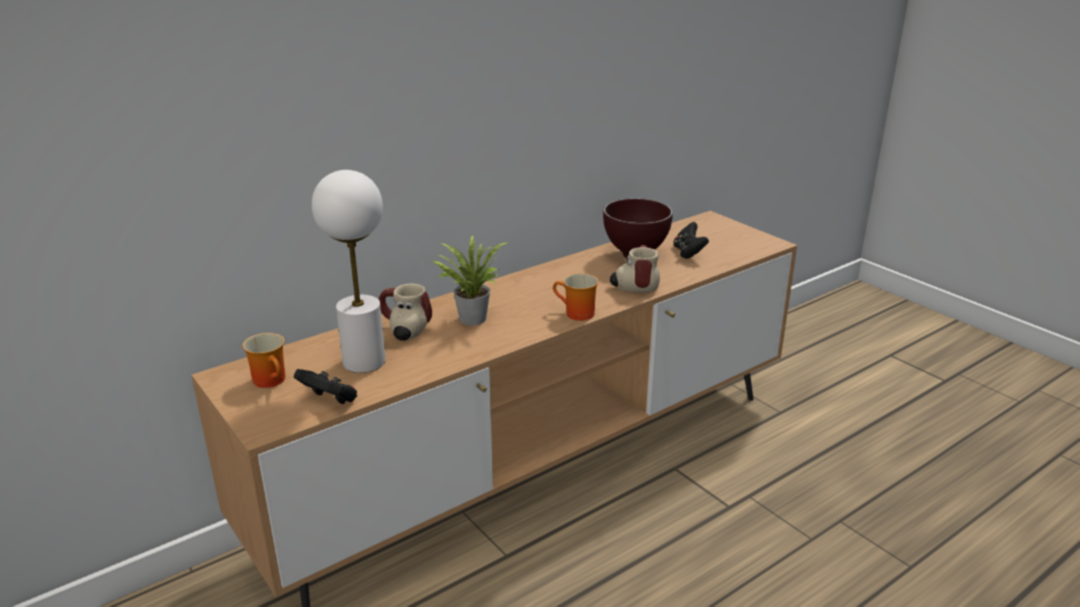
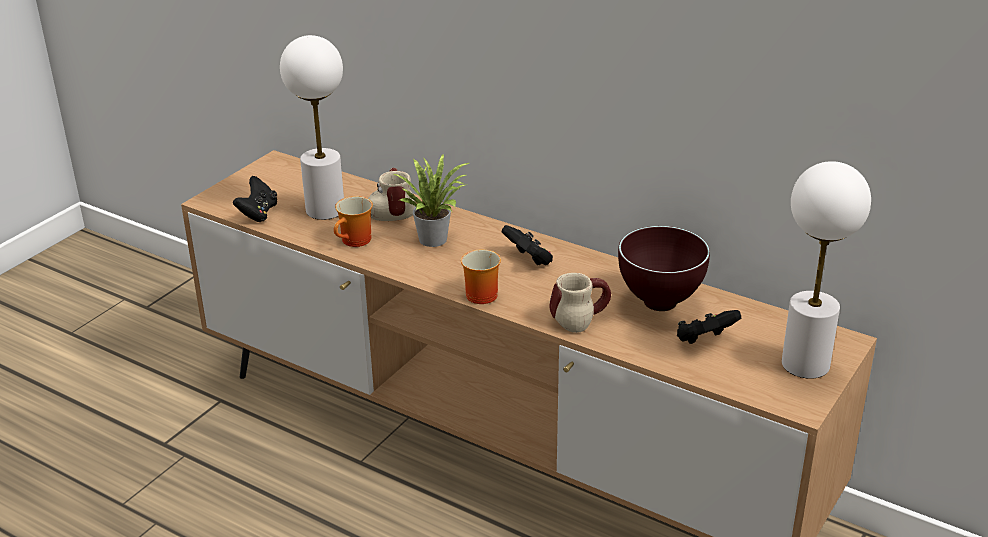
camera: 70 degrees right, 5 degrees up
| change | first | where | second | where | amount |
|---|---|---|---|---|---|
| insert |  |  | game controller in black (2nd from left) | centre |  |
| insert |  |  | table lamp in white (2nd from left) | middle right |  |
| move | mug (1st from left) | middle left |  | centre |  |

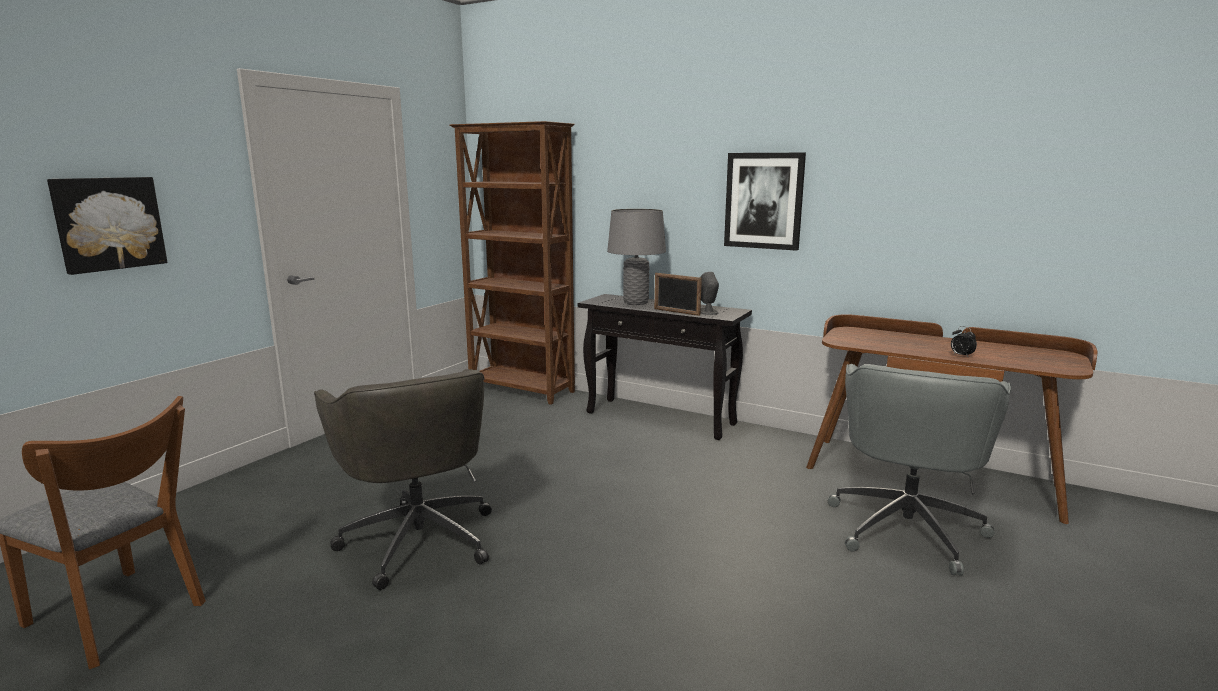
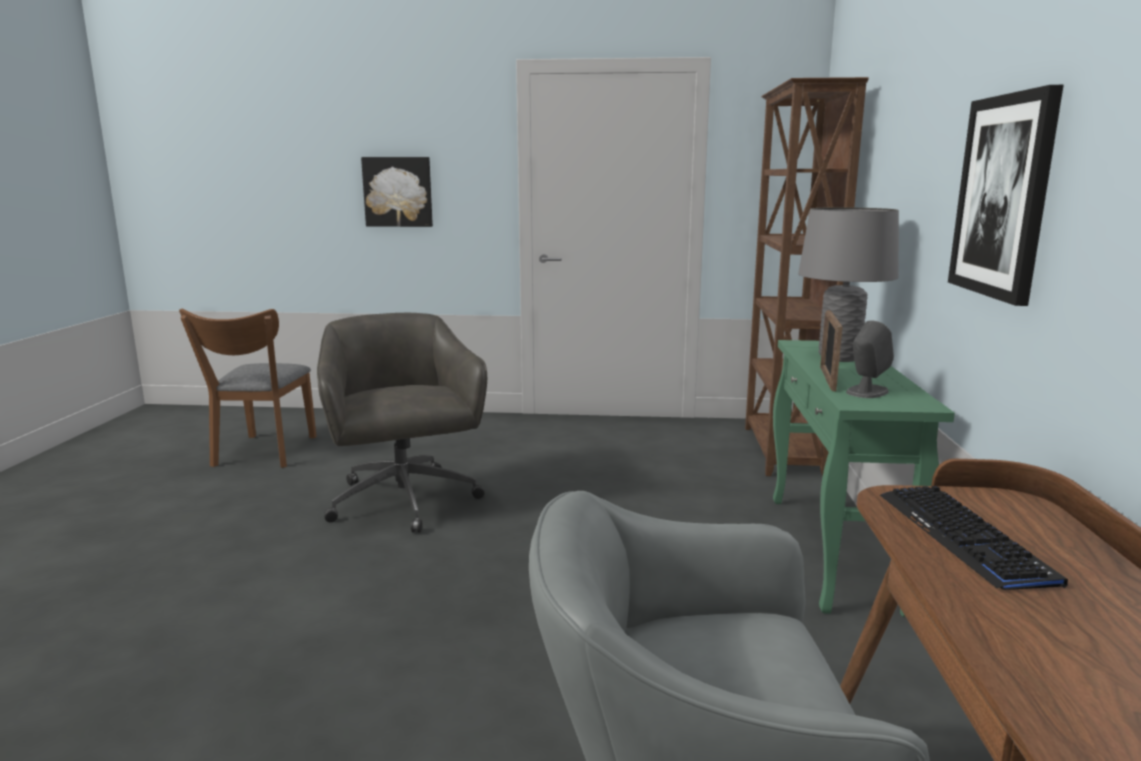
camera: 65 degrees right, 0 degrees up
| change | first | where | second | where | amount |
|---|---|---|---|---|---|
| delete | alarm clock | middle right |  |  |  |
| insert |  |  | keyboard | bottom right |  |
| recolor | console table in black | centre | console table in green | middle right |  |
| rotate | office chair in grey (1st from left) | bottom left |  | centre | 120 degrees clockwise |

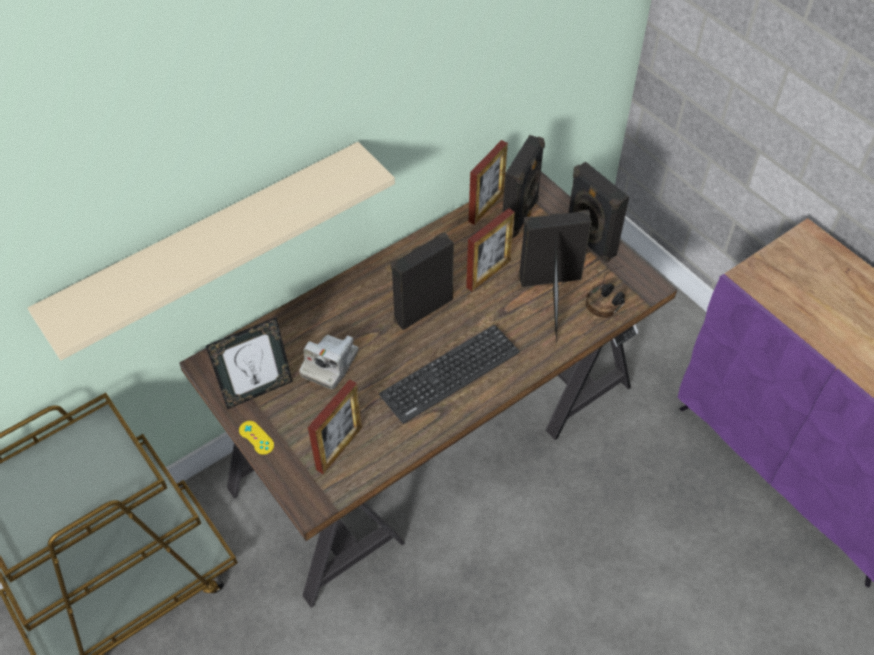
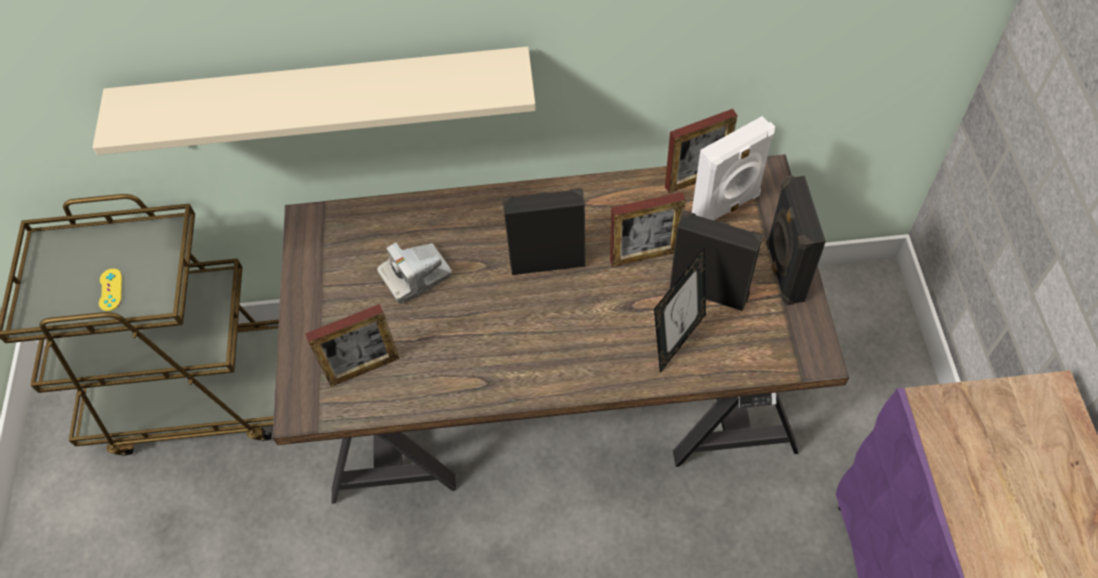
camera: 35 degrees right, 5 degrees up
| change | first | where | second | where | amount |
|---|---|---|---|---|---|
| delete | picture frame (1st from left) | middle left |  |  |  |
| delete | keyboard | centre |  |  |  |
| delete | headphones | middle right |  |  |  |
| move | game controller in yellow | bottom left |  | middle left |  |
| recolor | speaker in black (2nd from left) | top centre | speaker in white | top right |  |

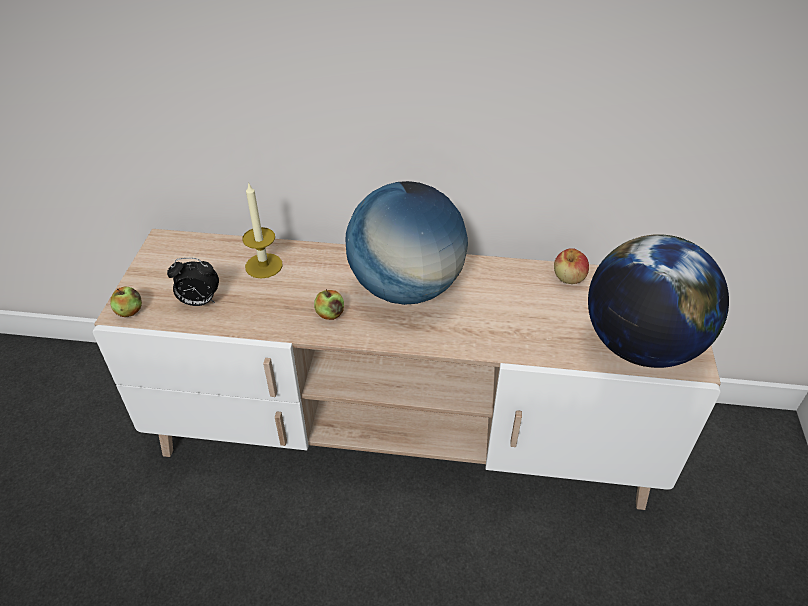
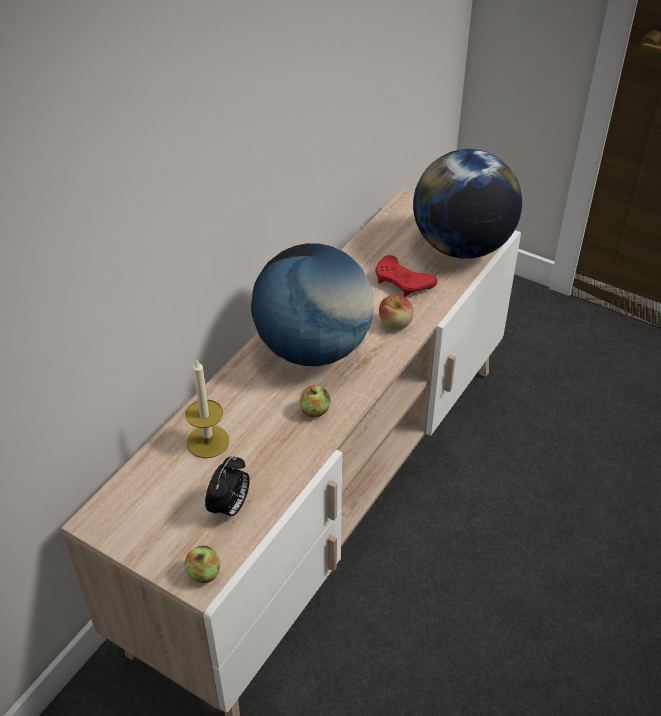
camera: 65 degrees left, 0 degrees up
| change | first | where | second | where | amount |
|---|---|---|---|---|---|
| insert |  |  | game controller in red | centre |  |
| move | apple (3rd from left) | middle right |  | centre |  |

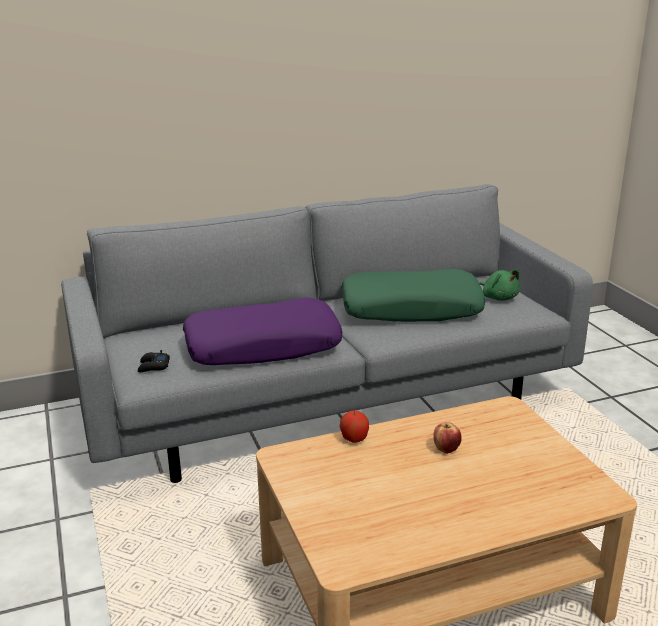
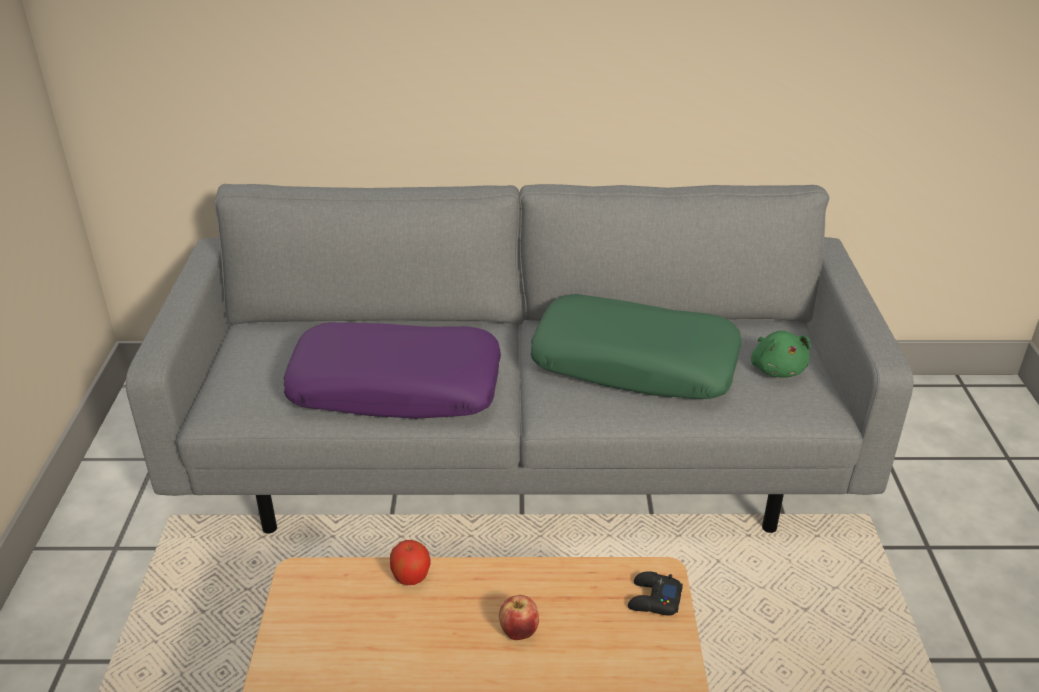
camera: 20 degrees right, 10 degrees up
| change | first | where | second | where | amount |
|---|---|---|---|---|---|
| move | game controller in black | middle left |  | bottom centre |  |

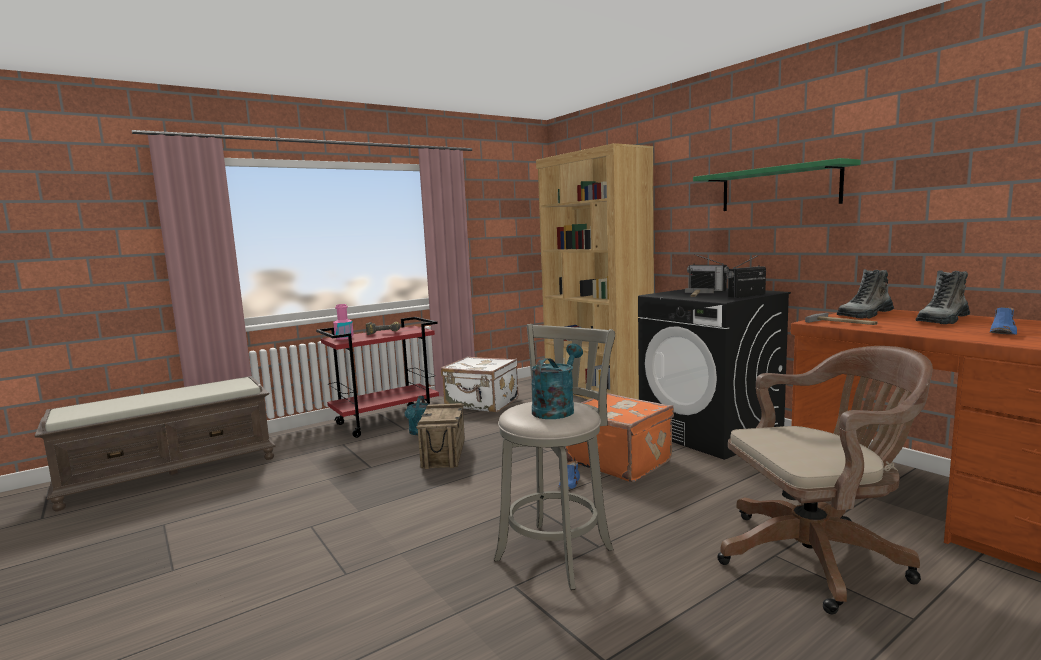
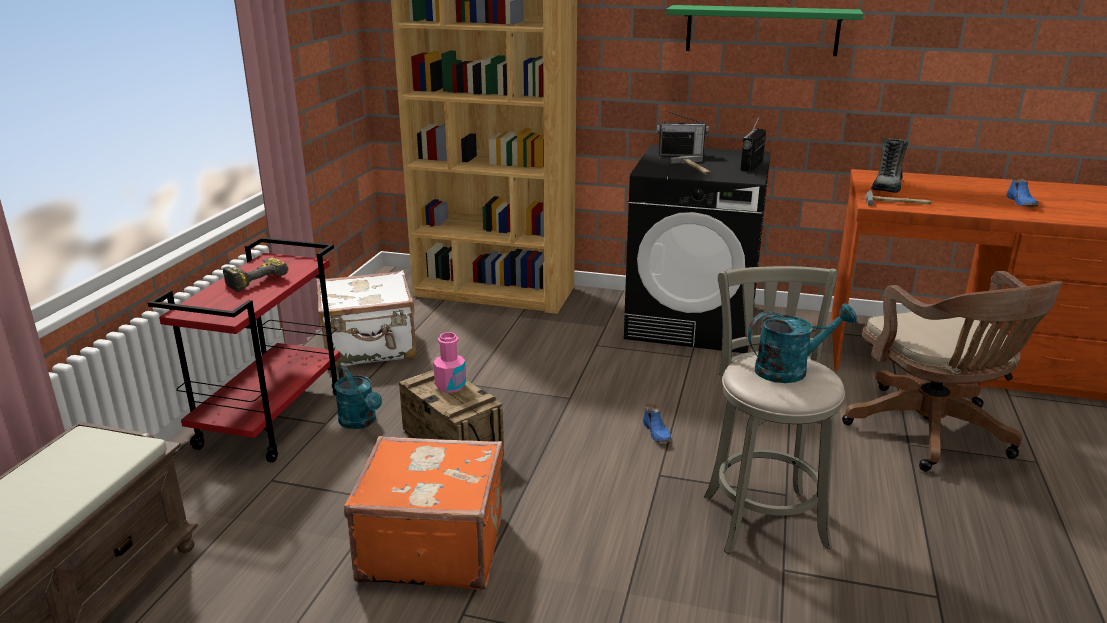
camera: 40 degrees left, 15 degrees up
| change | first | where | second | where | amount |
|---|---|---|---|---|---|
| delete | boot (2nd from left) | middle right |  |  |  |
| move | bottle in pink | middle left |  | centre |  |
| move | suitcase in orange | centre |  | bottom centre |  |
| rotate | watering can in turquoise (2nd from left) | centre |  | middle right | 90 degrees clockwise |
| rotate | office chair in brown | bottom right |  | middle right | 120 degrees clockwise |

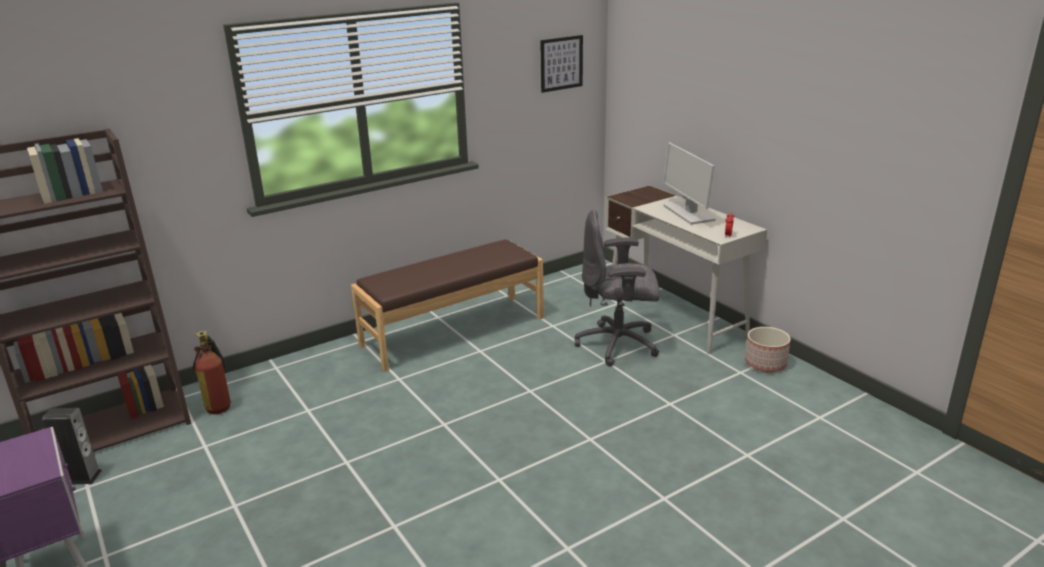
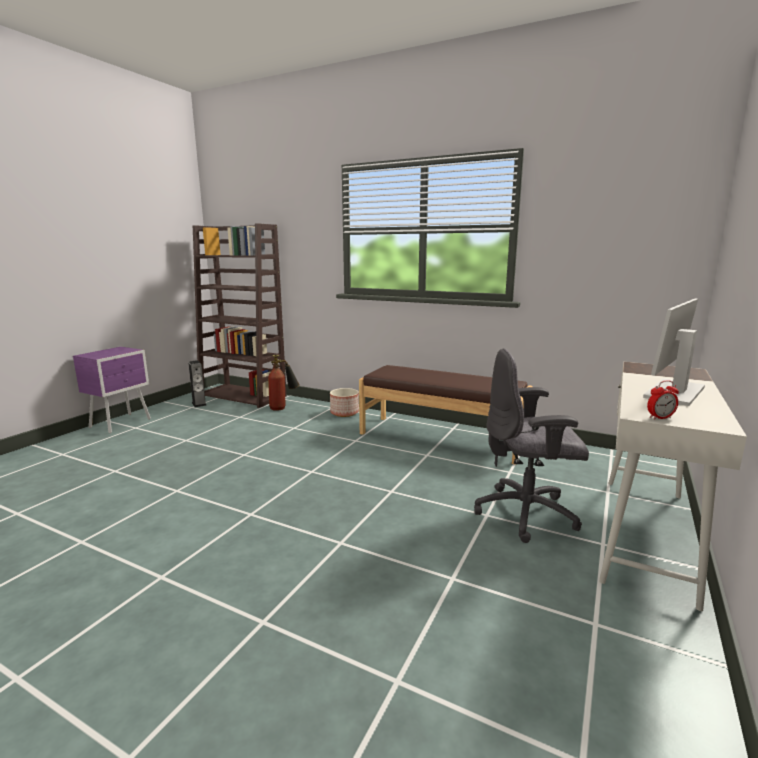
camera: 60 degrees right, 10 degrees down
| change | first | where | second | where | amount |
|---|---|---|---|---|---|
| delete | picture | top centre |  |  |  |
| move | planter | middle right |  | centre |  |
| rotate | office chair in grey | centre |  | middle right | 60 degrees counterclockwise |

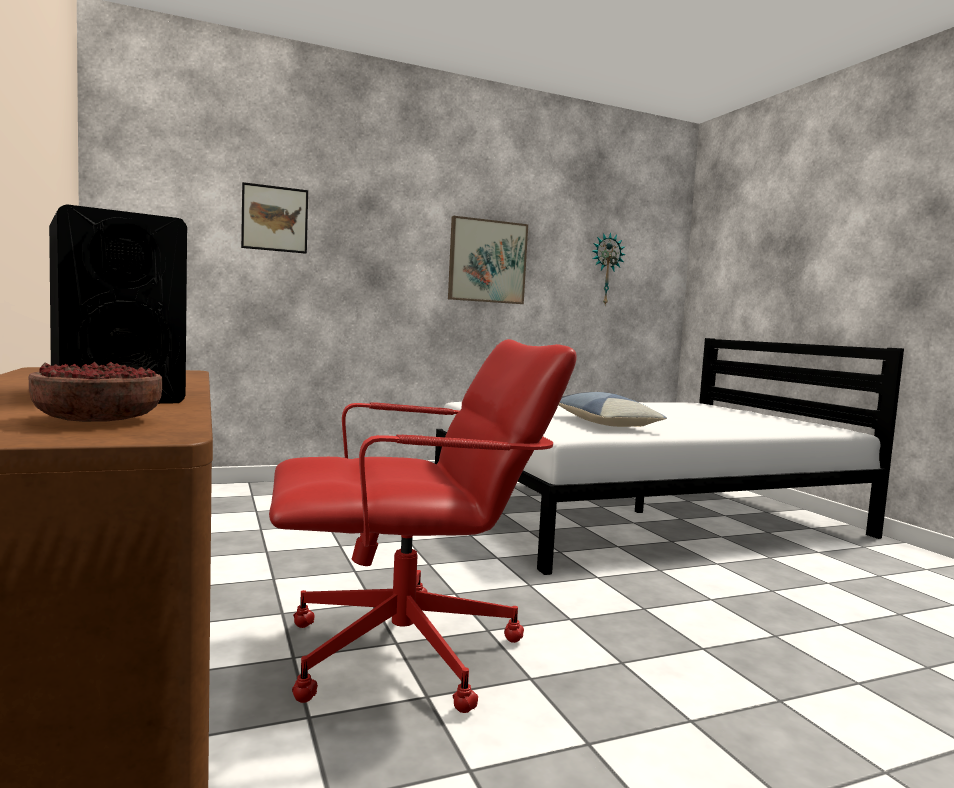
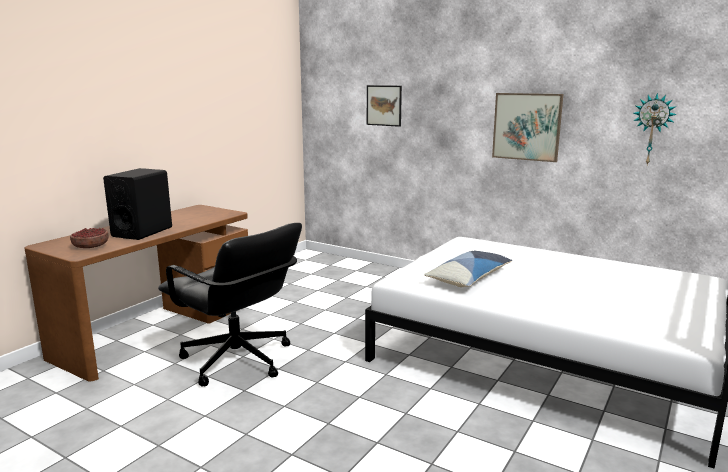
camera: 55 degrees right, 10 degrees up
| change | first | where | second | where | amount |
|---|---|---|---|---|---|
| recolor | office chair in red | bottom centre | office chair in black | middle left |  |

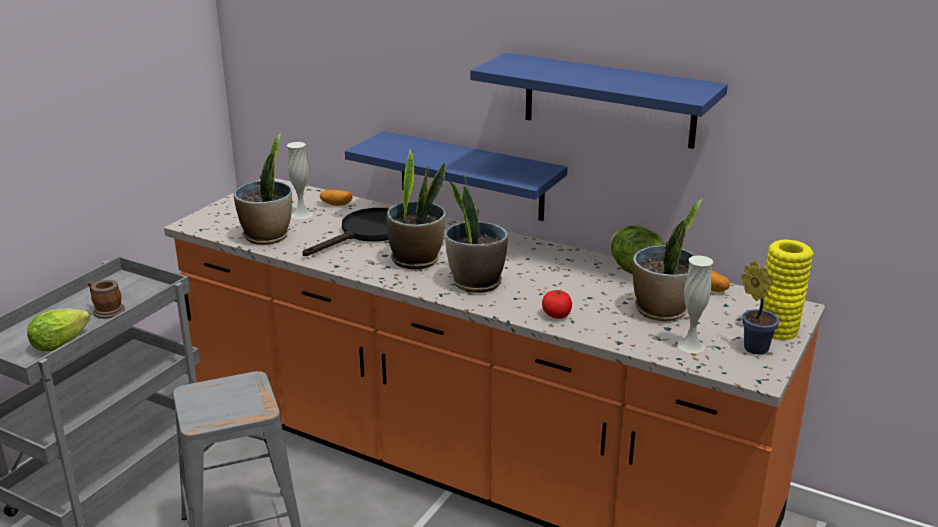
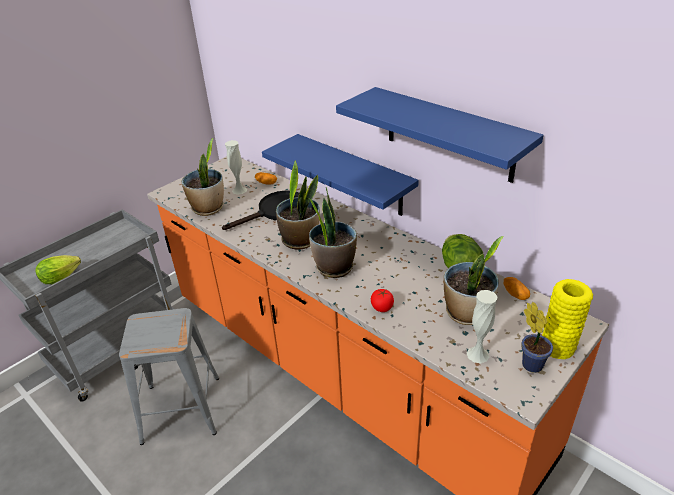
camera: 15 degrees right, 10 degrees up
| change | first | where | second | where | amount |
|---|---|---|---|---|---|
| delete | mug | middle left |  |  |  |

